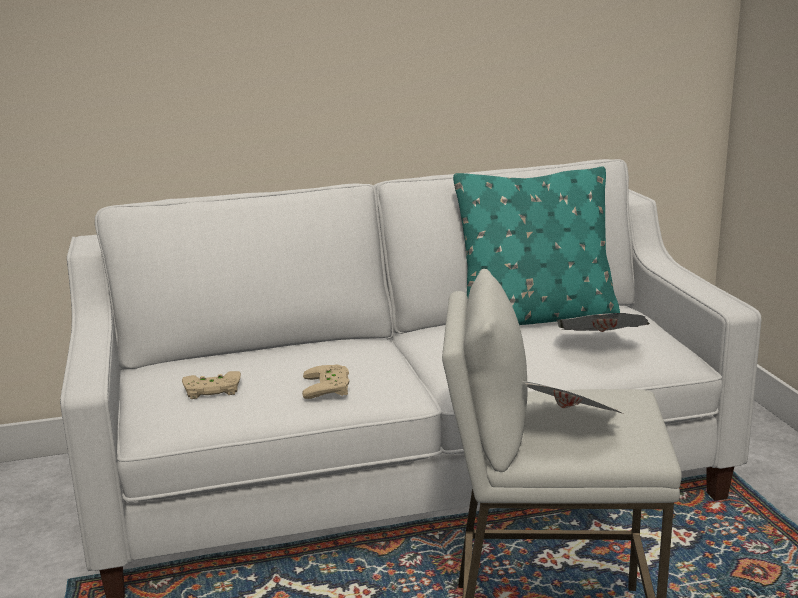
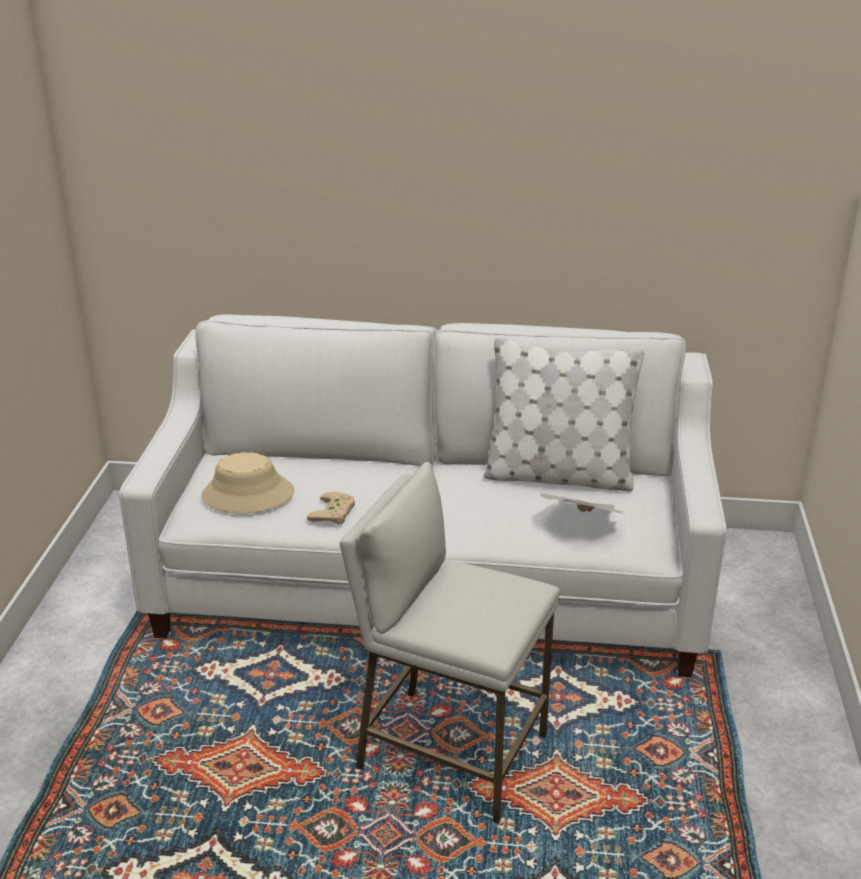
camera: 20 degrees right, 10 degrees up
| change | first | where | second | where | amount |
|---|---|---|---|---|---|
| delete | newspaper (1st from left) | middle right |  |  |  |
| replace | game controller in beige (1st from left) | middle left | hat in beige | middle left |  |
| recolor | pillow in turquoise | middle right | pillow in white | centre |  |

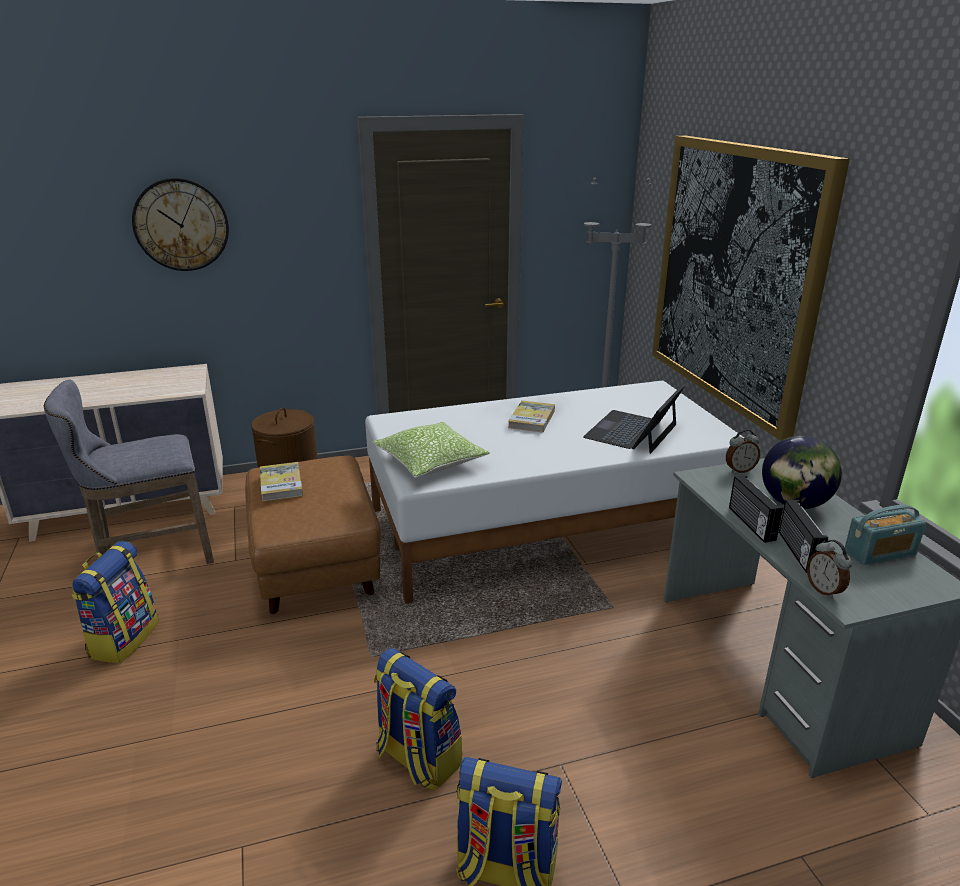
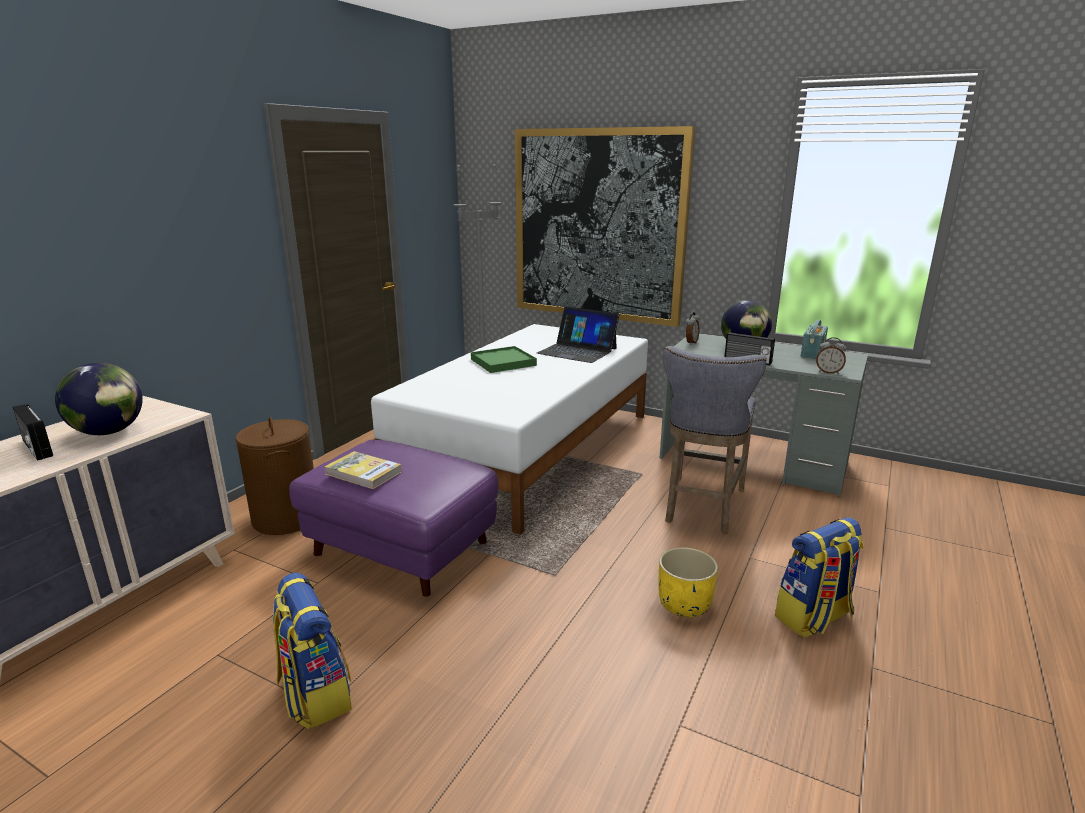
camera: 45 degrees left, 5 degrees down
| change | first | where | second | where | amount |
|---|---|---|---|---|---|
| delete | wall clock | top left |  |  |  |
| delete | pillow | centre |  |  |  |
| insert |  |  | globe (1st from left) | middle left |  |
| move | stool in grey | middle left |  | centre |  |
| move | radio (2nd from left in the first image) | middle right | radio (1st from left) | middle left |  |
| replace | backpack (2nd from left) | bottom centre | planter in yellow | bottom centre |  |
| replace | book (2nd from left) | centre | tray in green | centre |  |
| recolor | ottoman in brown | middle left | ottoman in purple | centre |  |
| rotate | laptop | centre |  | centre | 45 degrees counterclockwise |

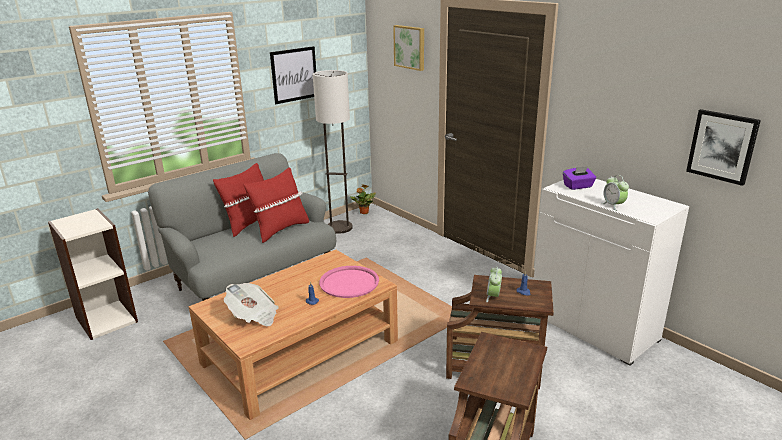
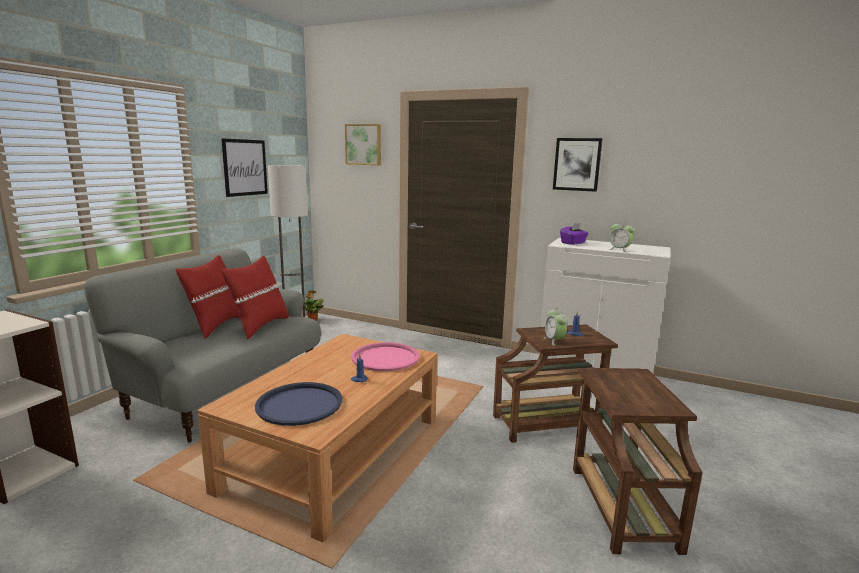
camera: 25 degrees left, 10 degrees down
| change | first | where | second | where | amount |
|---|---|---|---|---|---|
| move | picture (3rd from left) | middle right |  | top right |  |
| replace | newspaper | bottom left | tray in blue | bottom centre |  |

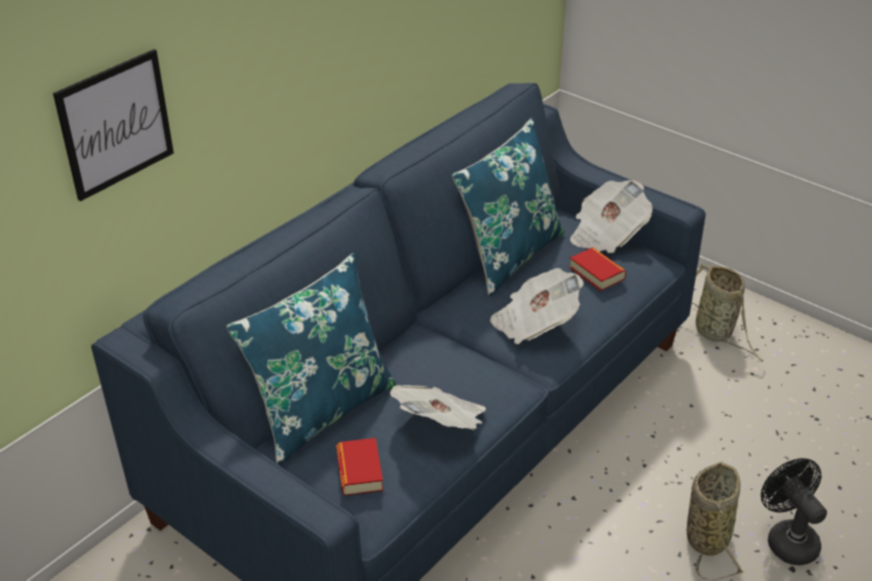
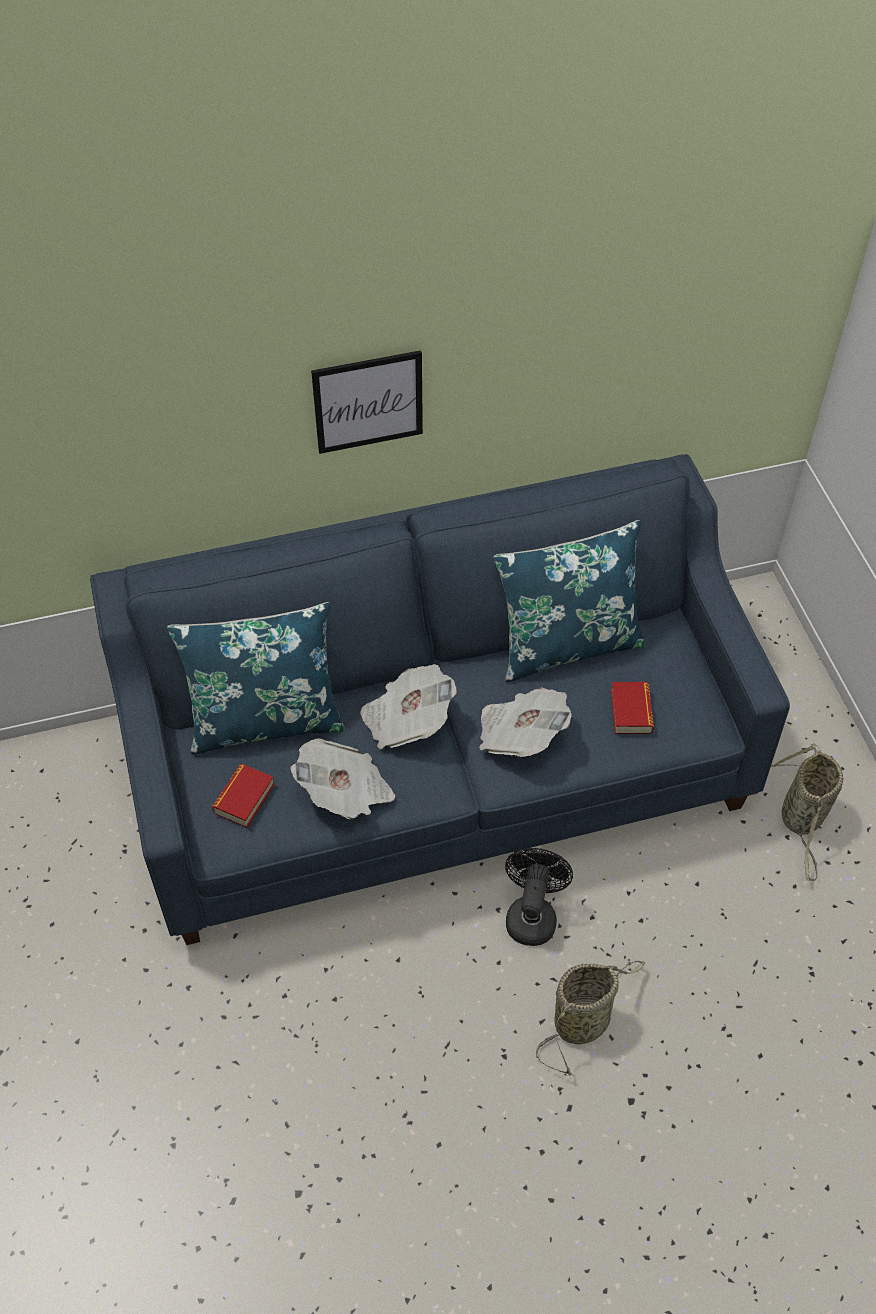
camera: 35 degrees right, 15 degrees up
| change | first | where | second | where | amount |
|---|---|---|---|---|---|
| move | picture | top left |  | top centre |  |
| move | newspaper (3rd from left in the first image) | middle right | newspaper (2nd from left) | centre |  |
| move | fan in black | bottom right |  | bottom centre |  |

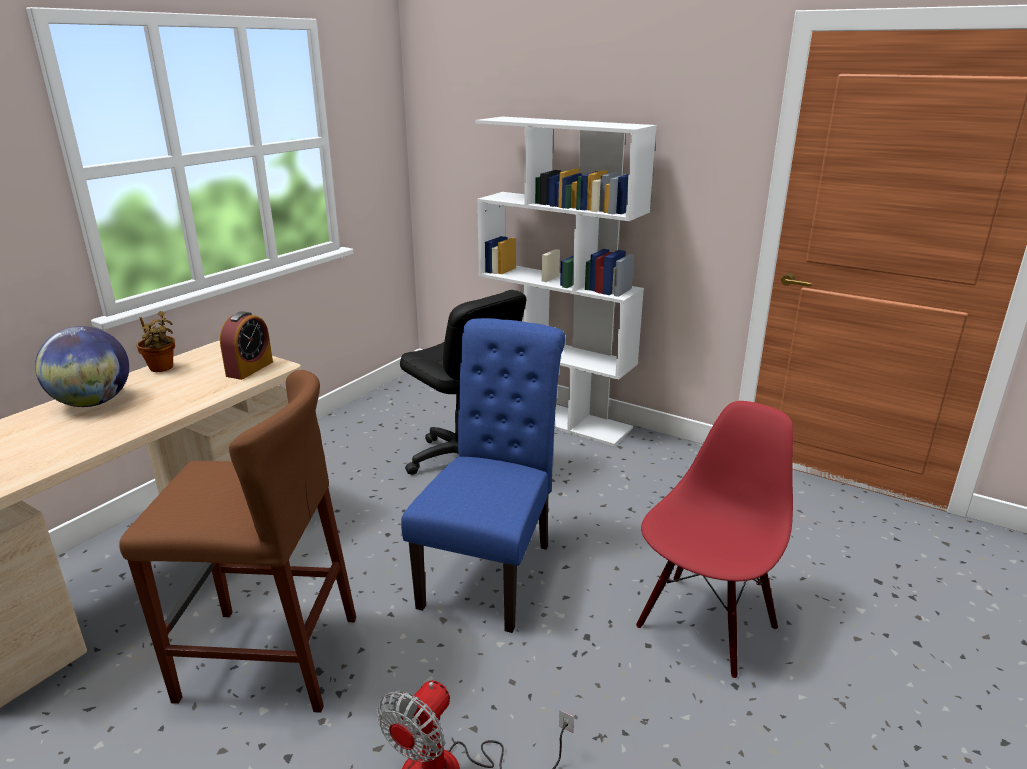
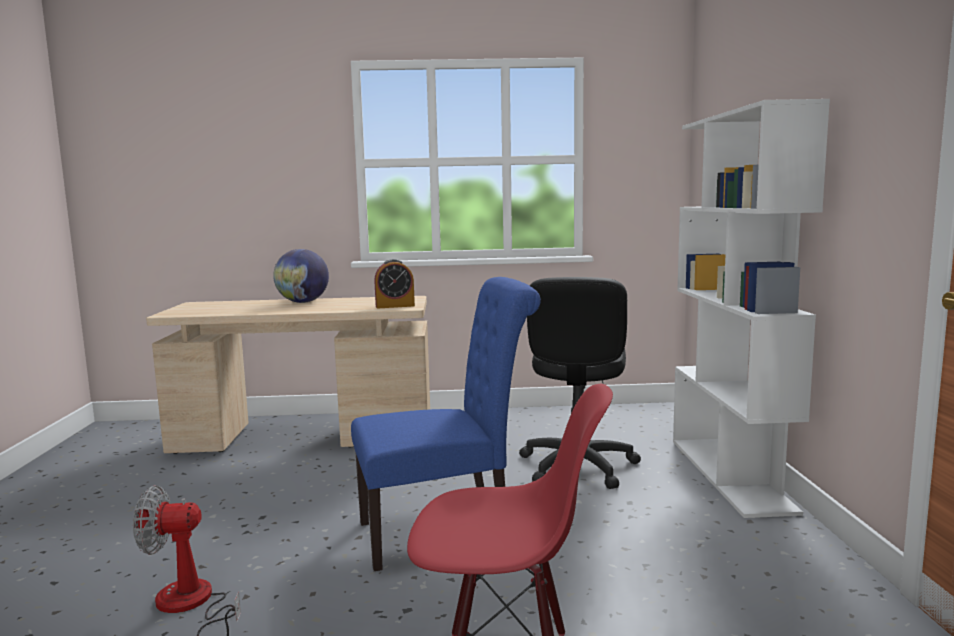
camera: 55 degrees right, 15 degrees down
| change | first | where | second | where | amount |
|---|---|---|---|---|---|
| delete | stool in brown | bottom left |  |  |  |
| delete | potted plant | middle left |  |  |  |

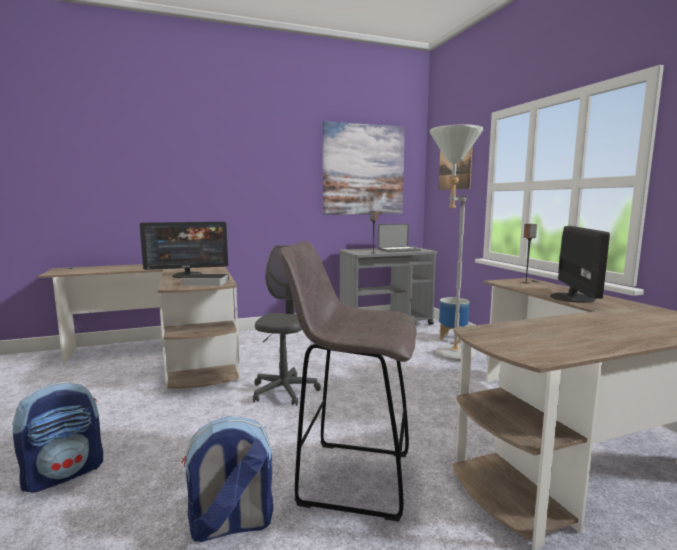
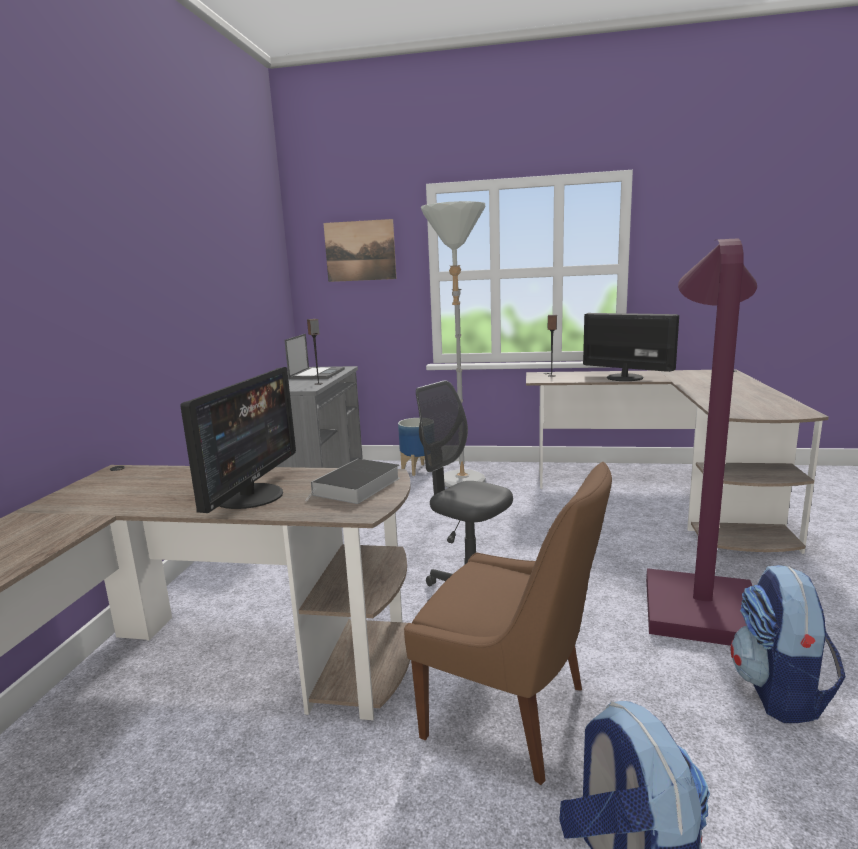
camera: 60 degrees left, 5 degrees up
| change | first | where | second | where | amount |
|---|---|---|---|---|---|
| delete | picture (1st from left) | top centre |  |  |  |
| insert |  |  | chair in brown | bottom centre |  |
| replace | stool in grey | bottom centre | floor lamp in purple | middle right |  |

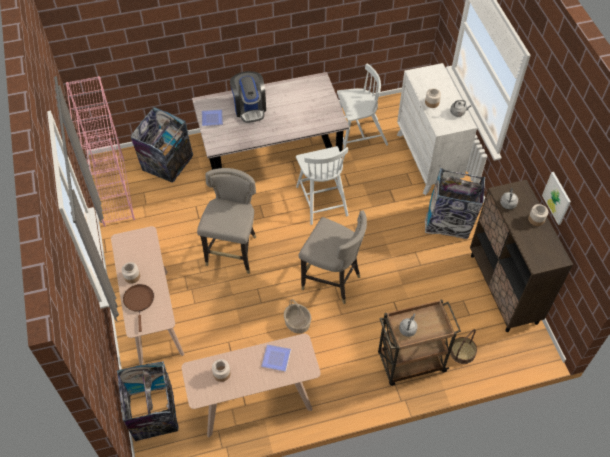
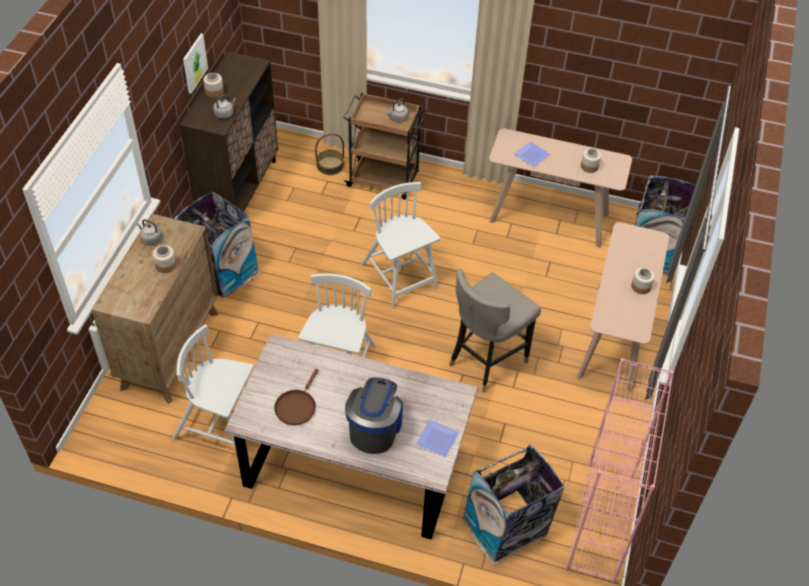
camera: 150 degrees left, 5 degrees down
| change | first | where | second | where | amount |
|---|---|---|---|---|---|
| delete | basket (1st from left) | bottom centre |  |  |  |
| move | frying pan in brown | bottom left |  | bottom centre |  |
| replace | stool in grey (2nd from left) | centre | chair in white (3rd from left) | centre |  |
| recolor | dresser in white | top right | dresser in brown | middle left |  |

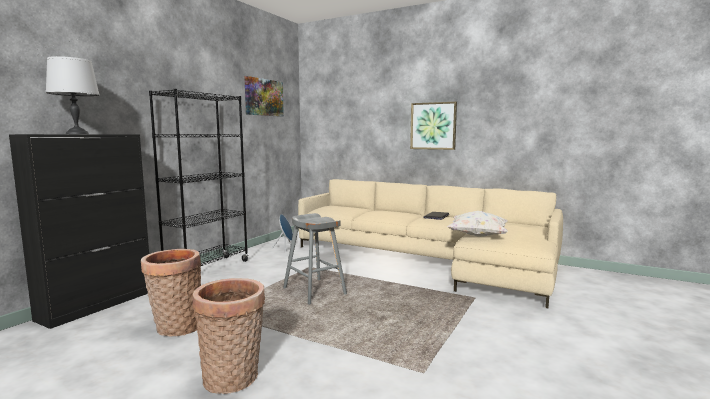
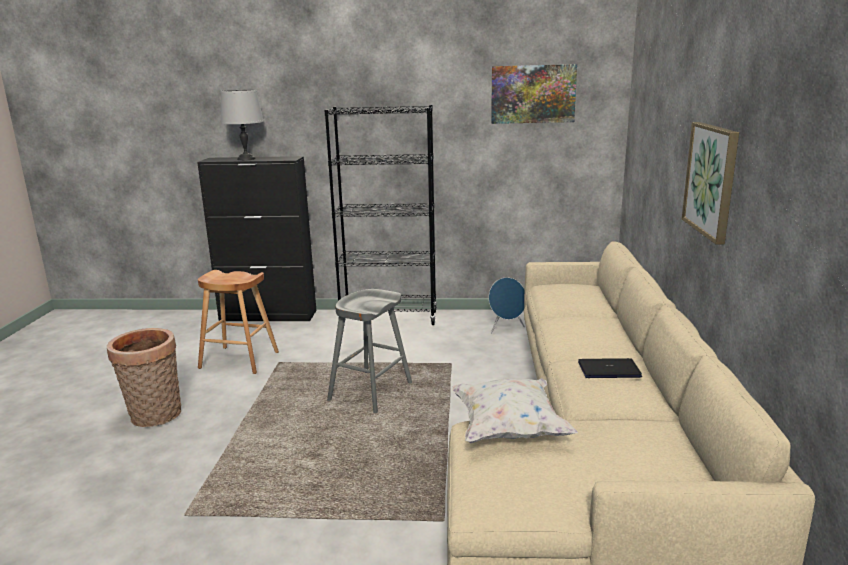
camera: 65 degrees right, 10 degrees up
| change | first | where | second | where | amount |
|---|---|---|---|---|---|
| replace | basket (1st from left) | bottom left | stool in brown | middle left |  |

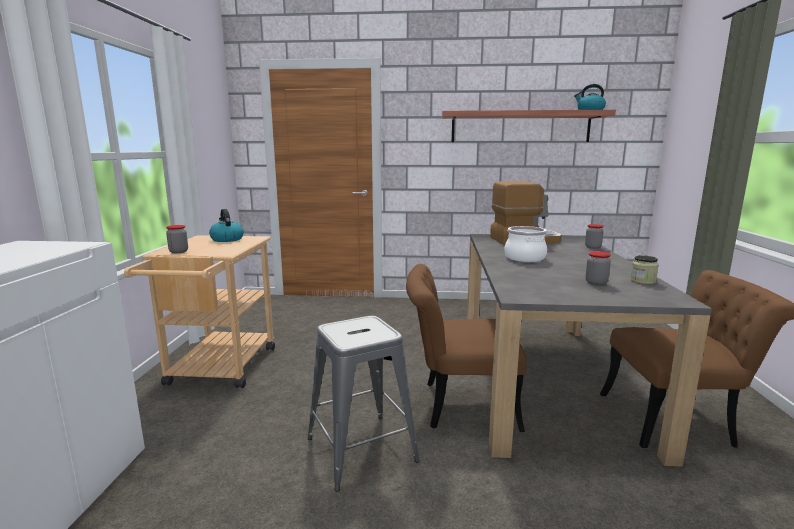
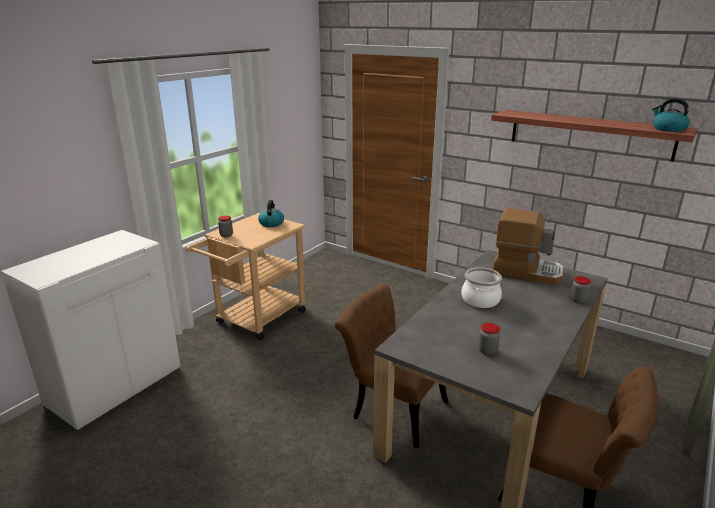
camera: 30 degrees right, 10 degrees up
| change | first | where | second | where | amount |
|---|---|---|---|---|---|
| delete | stool in grey | bottom centre |  |  |  |
| delete | jar (4th from left) | middle right |  |  |  |

